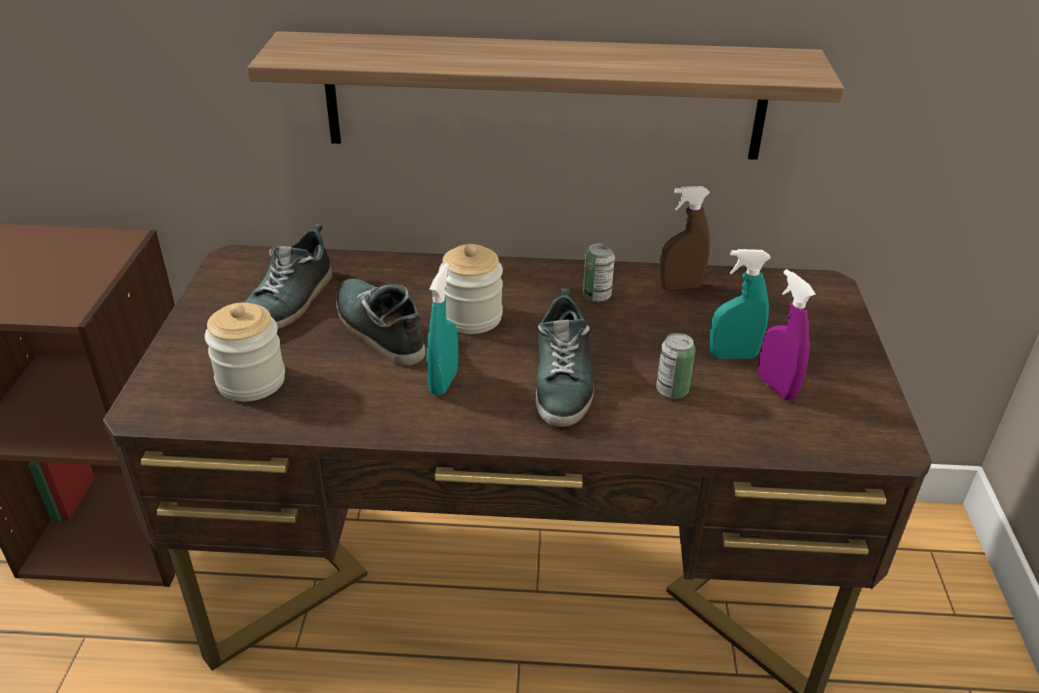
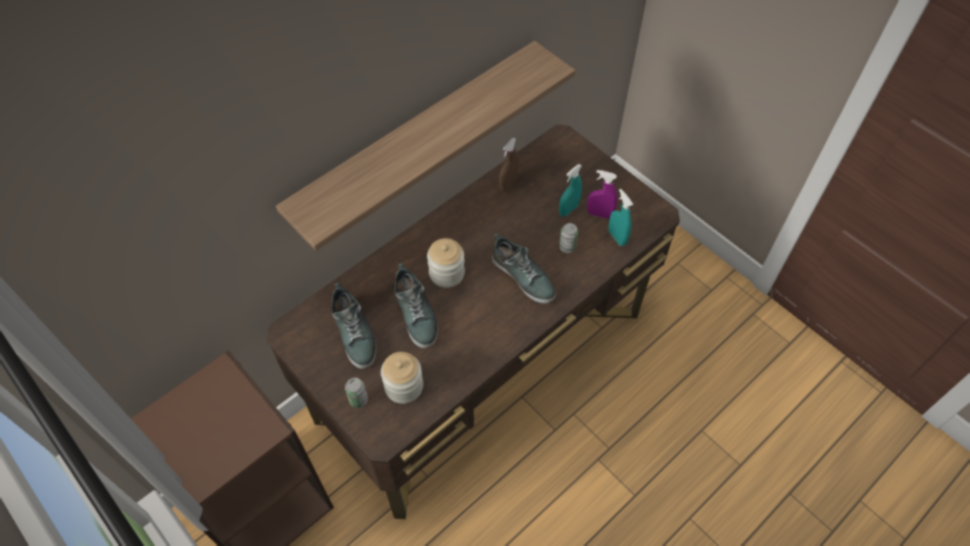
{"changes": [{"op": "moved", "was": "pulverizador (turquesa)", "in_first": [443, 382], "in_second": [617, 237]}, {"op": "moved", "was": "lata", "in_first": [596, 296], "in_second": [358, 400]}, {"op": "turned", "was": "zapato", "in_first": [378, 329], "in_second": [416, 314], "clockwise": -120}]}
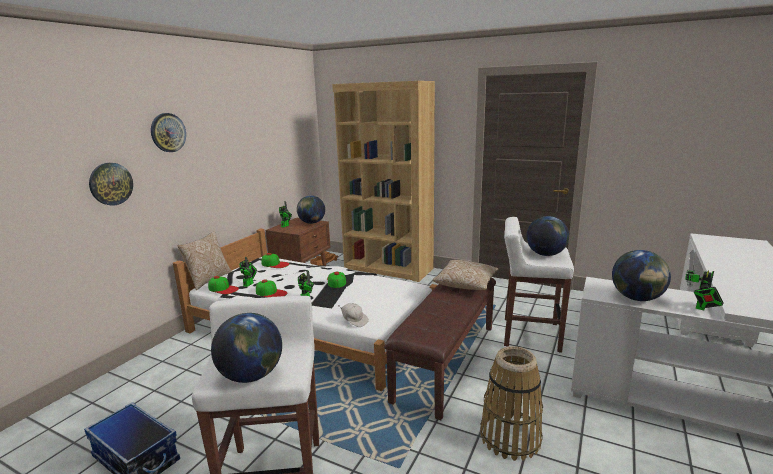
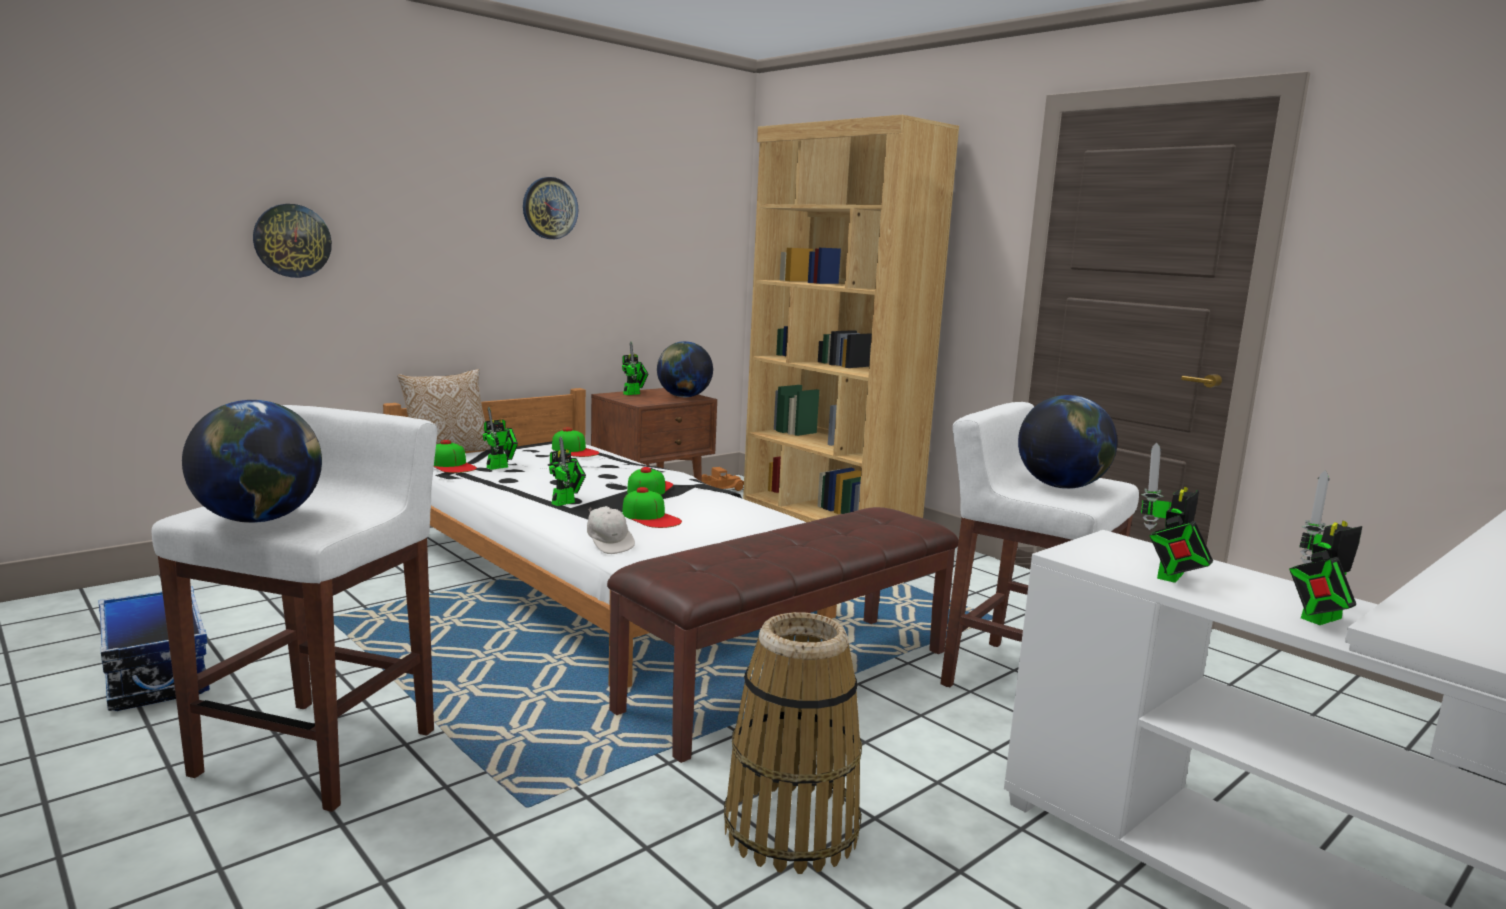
{"changes": [{"op": "removed", "was": "cojín", "in_first": [466, 284]}, {"op": "moved", "was": "reloj de pared", "in_first": [168, 132], "in_second": [549, 208]}, {"op": "moved", "was": "gorra", "in_first": [271, 293], "in_second": [651, 517]}, {"op": "replaced", "was": "globo terráqueo", "now": "robot de juguete", "in_first": [637, 298], "in_second": [1168, 577]}]}
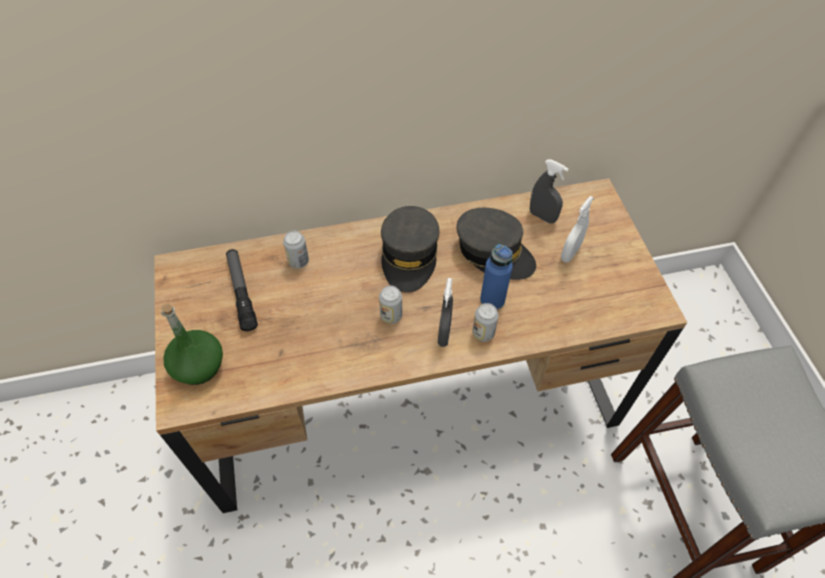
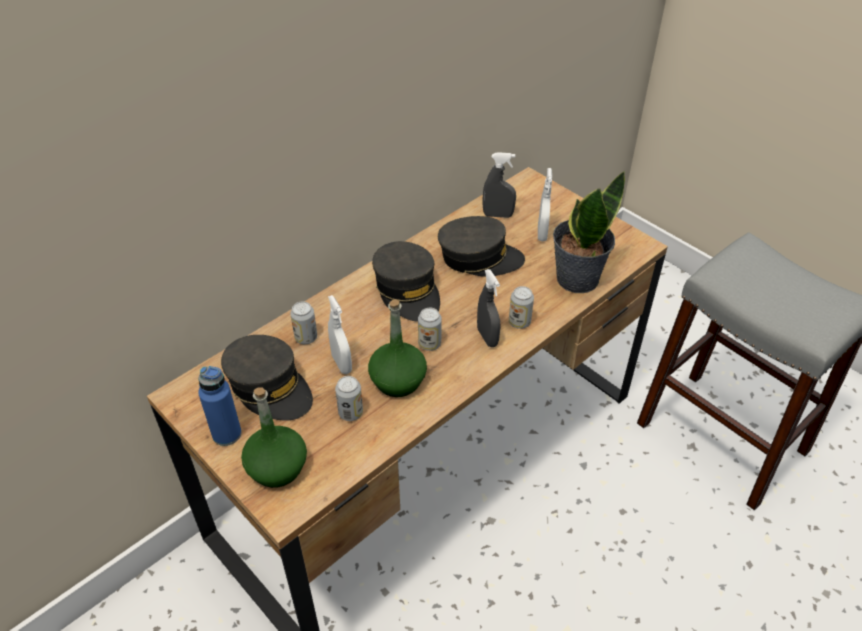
{"changes": [{"op": "added", "now": "pulverizador (blanco)", "in_second": [341, 363]}, {"op": "added", "now": "lata", "in_second": [350, 413]}, {"op": "added", "now": "botella (verde)", "in_second": [397, 381]}, {"op": "added", "now": "planta en maceta", "in_second": [576, 278]}, {"op": "moved", "was": "botella (azul)", "in_first": [492, 300], "in_second": [227, 434]}, {"op": "replaced", "was": "linterna", "now": "gorra (gris)", "in_first": [241, 292], "in_second": [269, 387]}]}
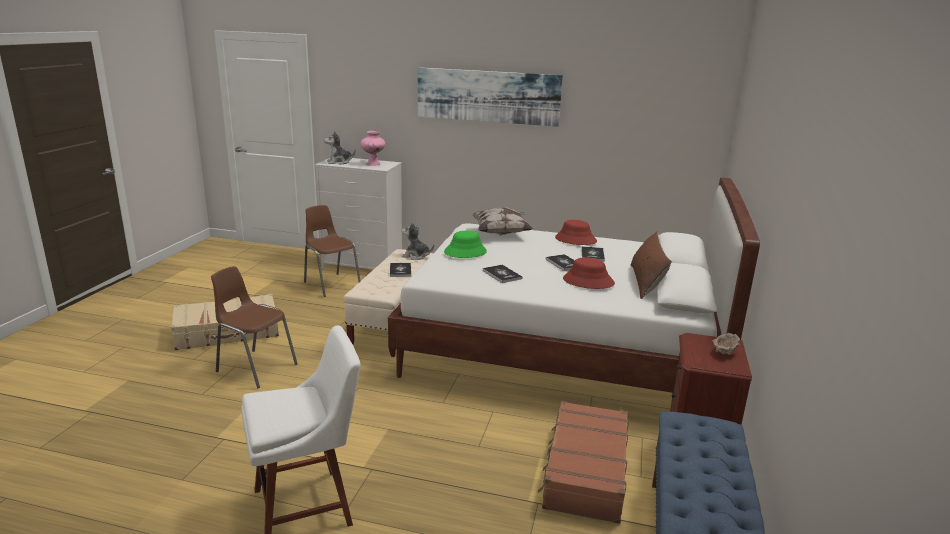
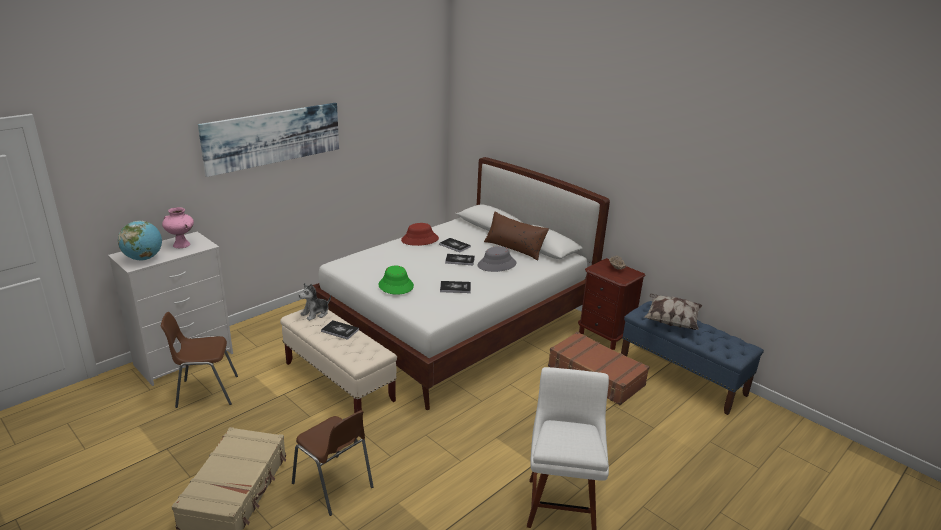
{"changes": [{"op": "moved", "was": "cojín", "in_first": [501, 233], "in_second": [671, 321]}, {"op": "replaced", "was": "peluche", "now": "globo terráqueo", "in_first": [339, 162], "in_second": [144, 258]}, {"op": "recoloured", "was": "sombrero (rojo)", "now": "sombrero (gris)", "in_first": [588, 281], "in_second": [497, 264]}, {"op": "turned", "was": "silla (marrón)", "in_first": [255, 367], "in_second": [334, 486], "clockwise": -105}]}
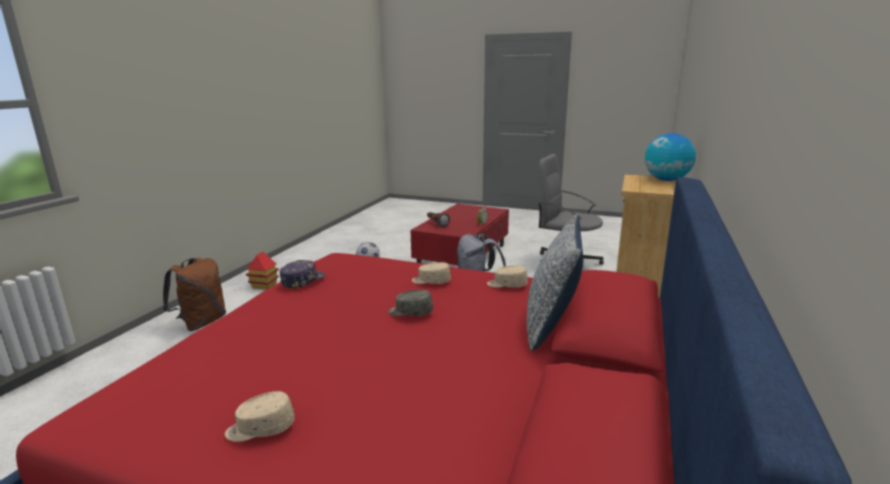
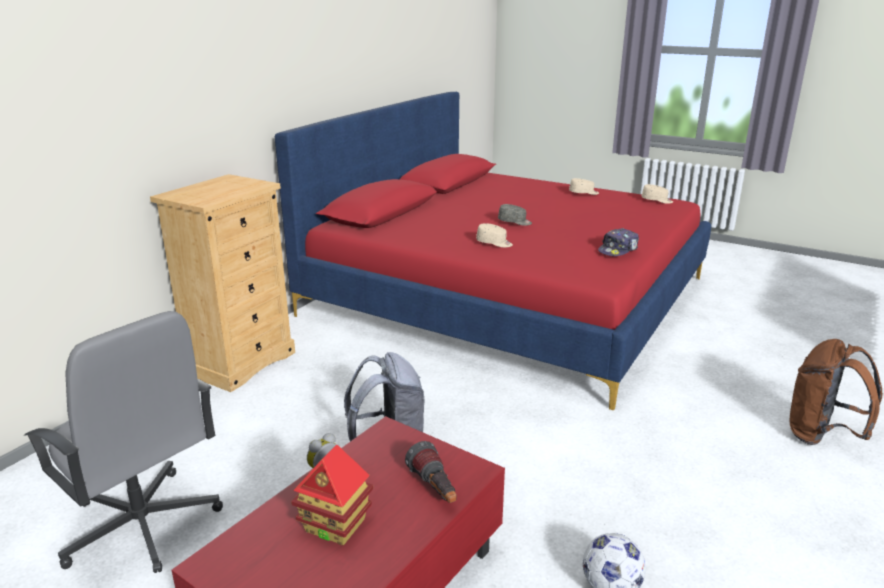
{"changes": [{"op": "removed", "was": "cojín", "in_first": [551, 324]}, {"op": "removed", "was": "globo terráqueo", "in_first": [666, 180]}, {"op": "moved", "was": "casita", "in_first": [264, 286], "in_second": [335, 525]}, {"op": "moved", "was": "gorra (beis)", "in_first": [507, 285], "in_second": [657, 200]}]}
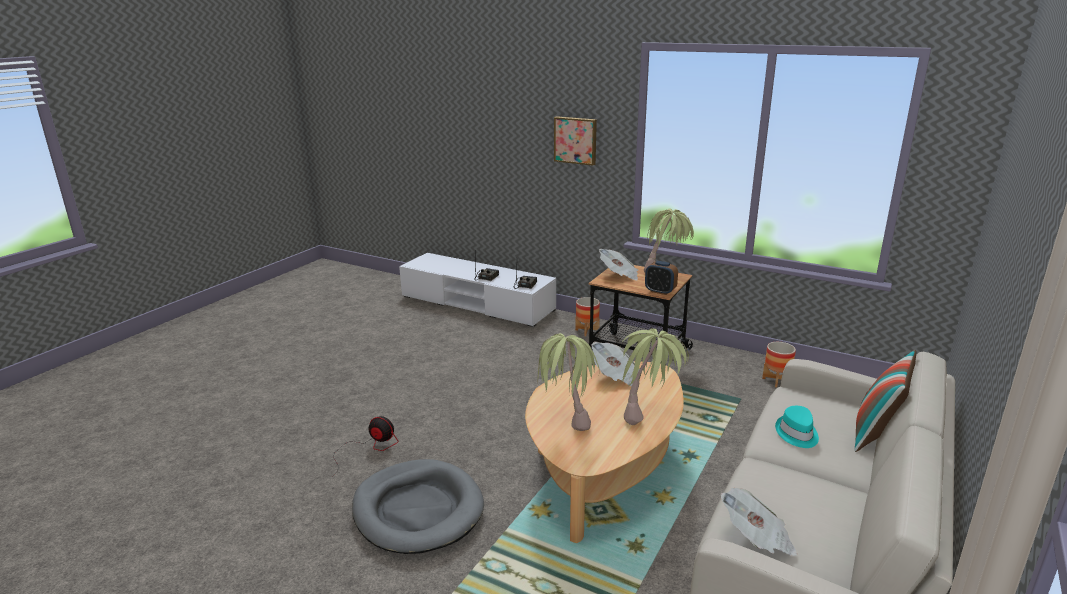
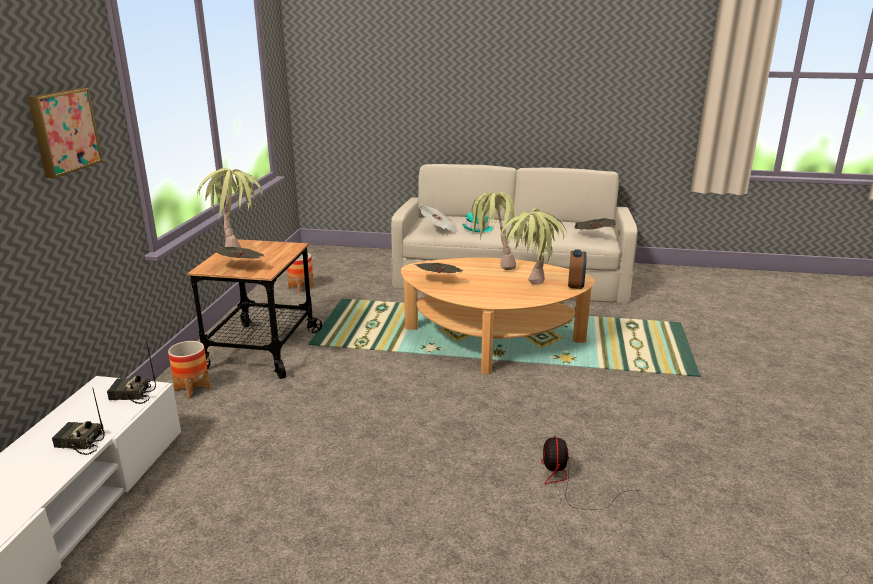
{"changes": [{"op": "removed", "was": "cama para perro (gris)", "in_first": [418, 510]}, {"op": "removed", "was": "cojín", "in_first": [877, 434]}, {"op": "added", "now": "periódico", "in_second": [439, 230]}, {"op": "moved", "was": "despertador", "in_first": [660, 291], "in_second": [575, 285]}]}
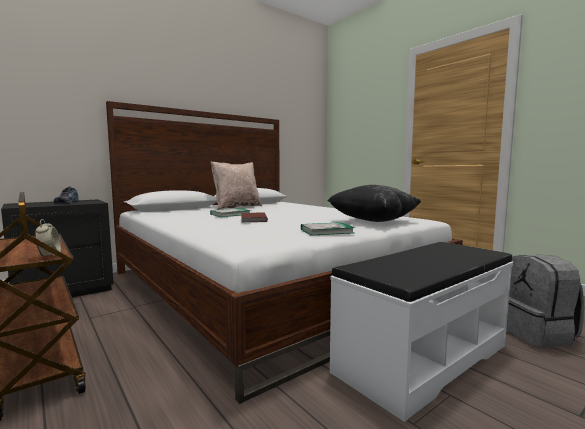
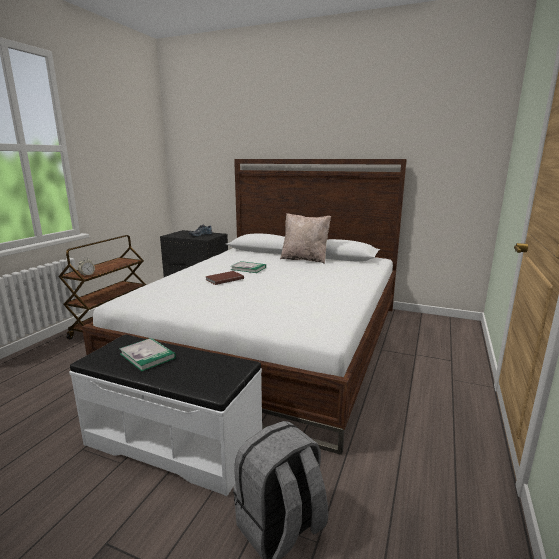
{"changes": [{"op": "removed", "was": "cojín (negro)", "in_first": [373, 221]}, {"op": "moved", "was": "libro", "in_first": [327, 231], "in_second": [147, 356]}]}
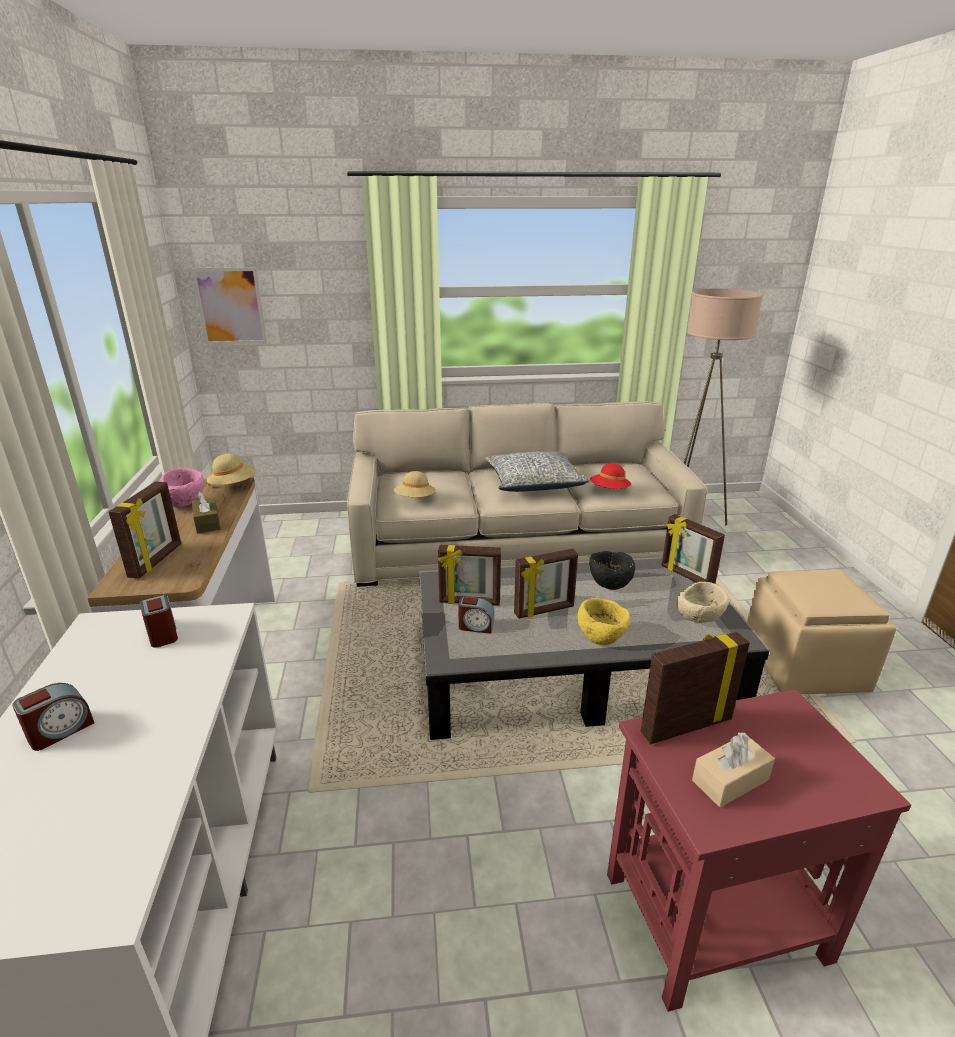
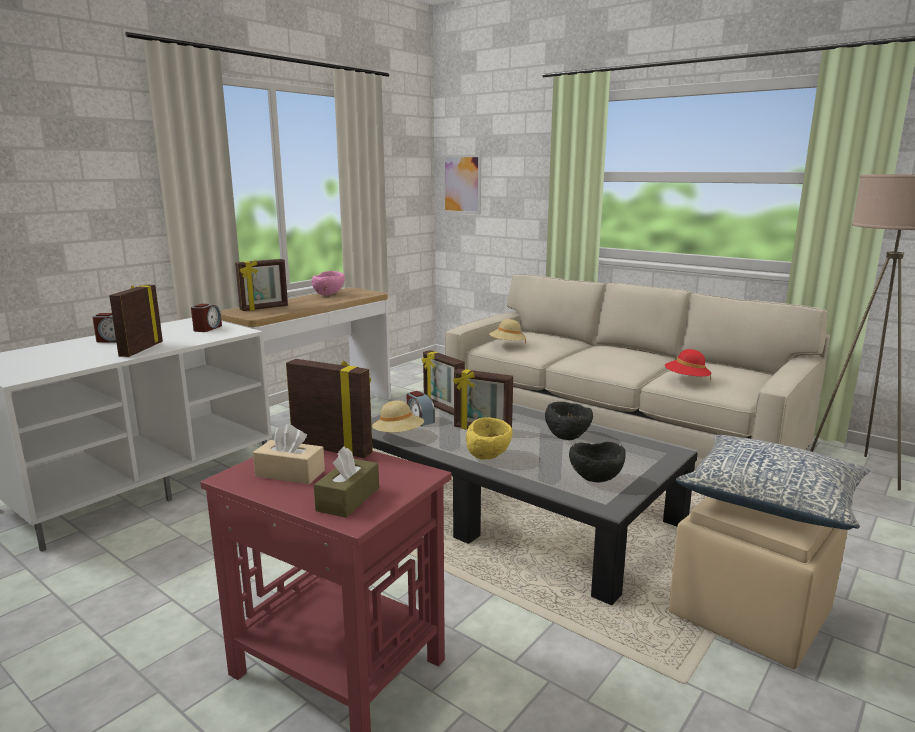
{"changes": [{"op": "moved", "was": "caja de pañuelos (marrón)", "in_first": [207, 523], "in_second": [348, 499]}, {"op": "moved", "was": "sombrero (beis)", "in_first": [233, 486], "in_second": [398, 435]}, {"op": "moved", "was": "cojín", "in_first": [534, 483], "in_second": [772, 499]}, {"op": "moved", "was": "portarretratos", "in_first": [686, 576], "in_second": [140, 349]}, {"op": "recoloured", "was": "cuenco (beis)", "now": "cuenco (negro)", "in_first": [699, 619], "in_second": [595, 481]}]}
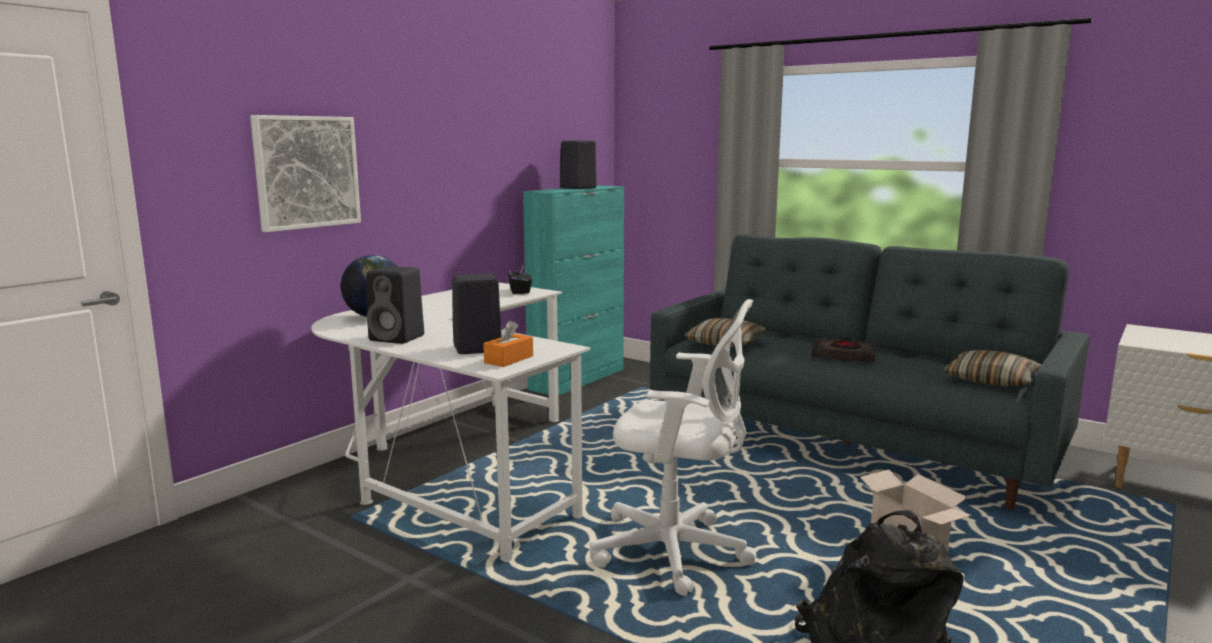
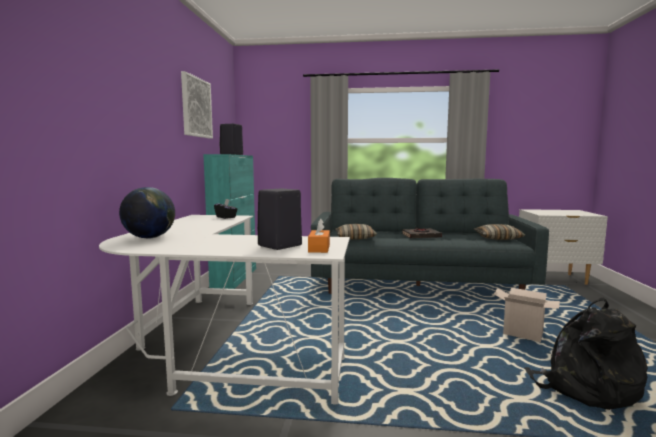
{"changes": [{"op": "removed", "was": "altavoz (negro)", "in_first": [398, 338]}, {"op": "removed", "was": "silla de oficina (blanco)", "in_first": [676, 553]}, {"op": "moved", "was": "cuadro", "in_first": [306, 172], "in_second": [196, 107]}]}
